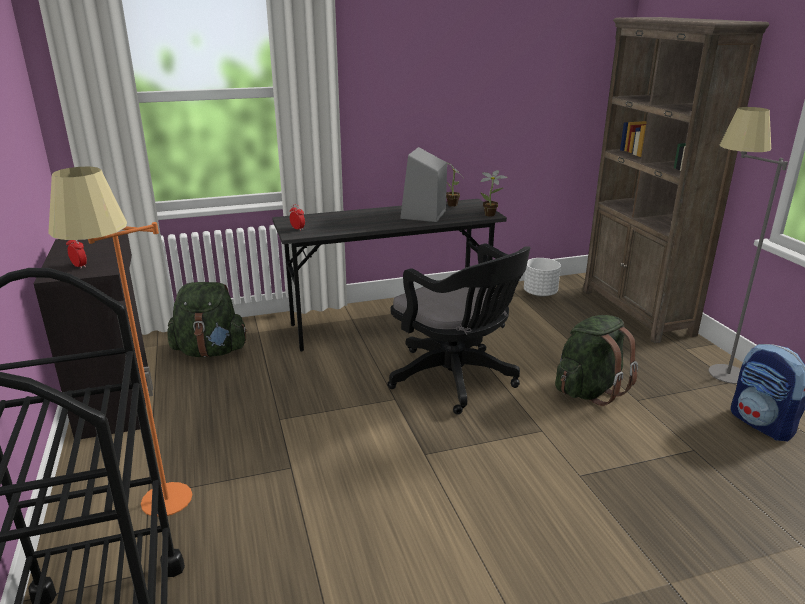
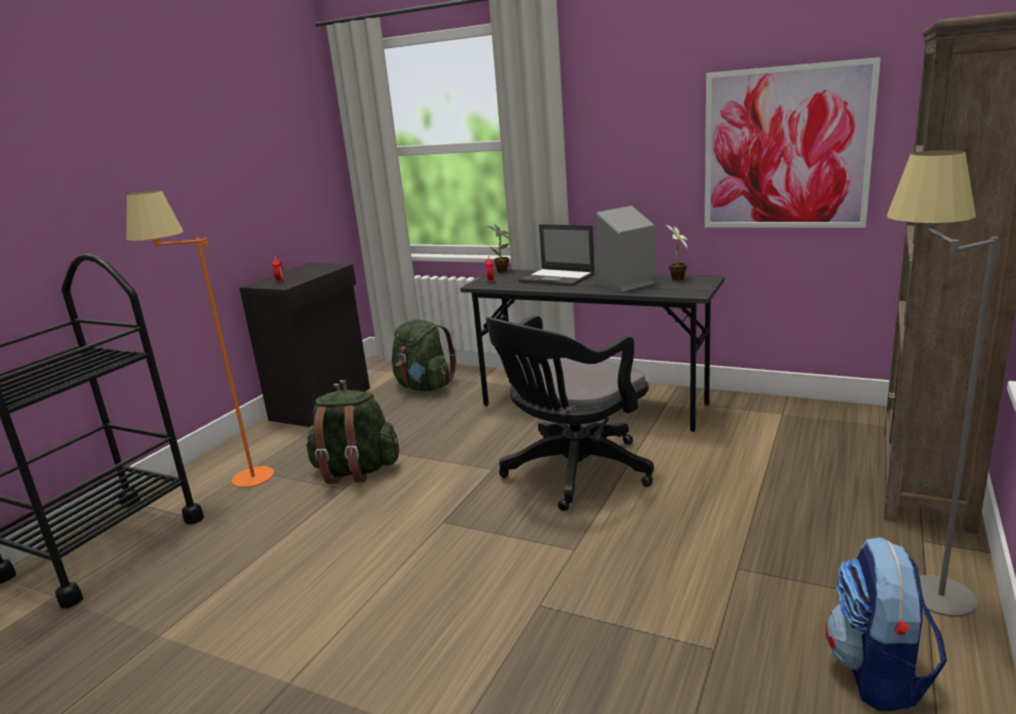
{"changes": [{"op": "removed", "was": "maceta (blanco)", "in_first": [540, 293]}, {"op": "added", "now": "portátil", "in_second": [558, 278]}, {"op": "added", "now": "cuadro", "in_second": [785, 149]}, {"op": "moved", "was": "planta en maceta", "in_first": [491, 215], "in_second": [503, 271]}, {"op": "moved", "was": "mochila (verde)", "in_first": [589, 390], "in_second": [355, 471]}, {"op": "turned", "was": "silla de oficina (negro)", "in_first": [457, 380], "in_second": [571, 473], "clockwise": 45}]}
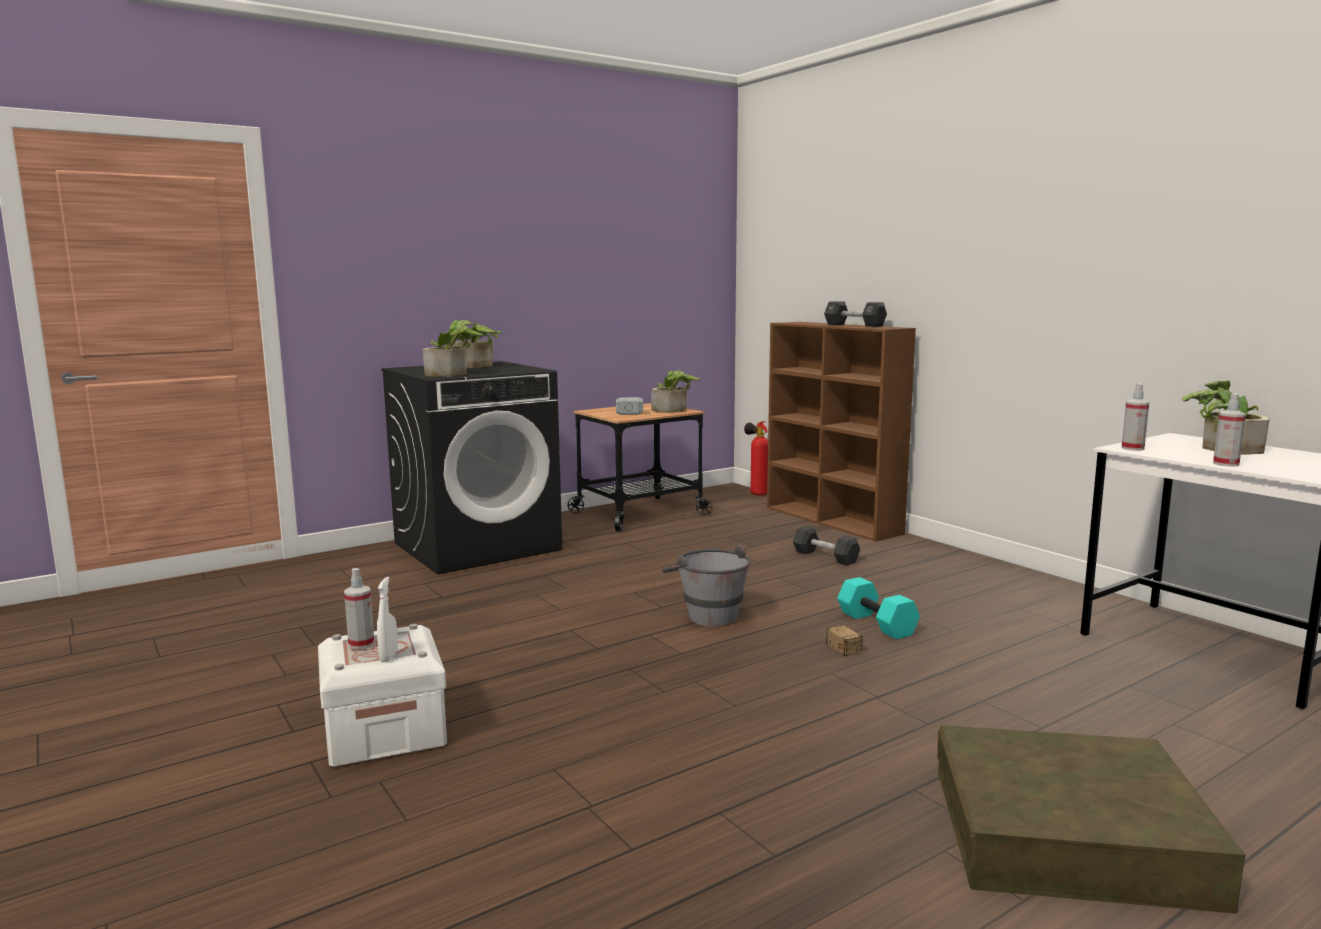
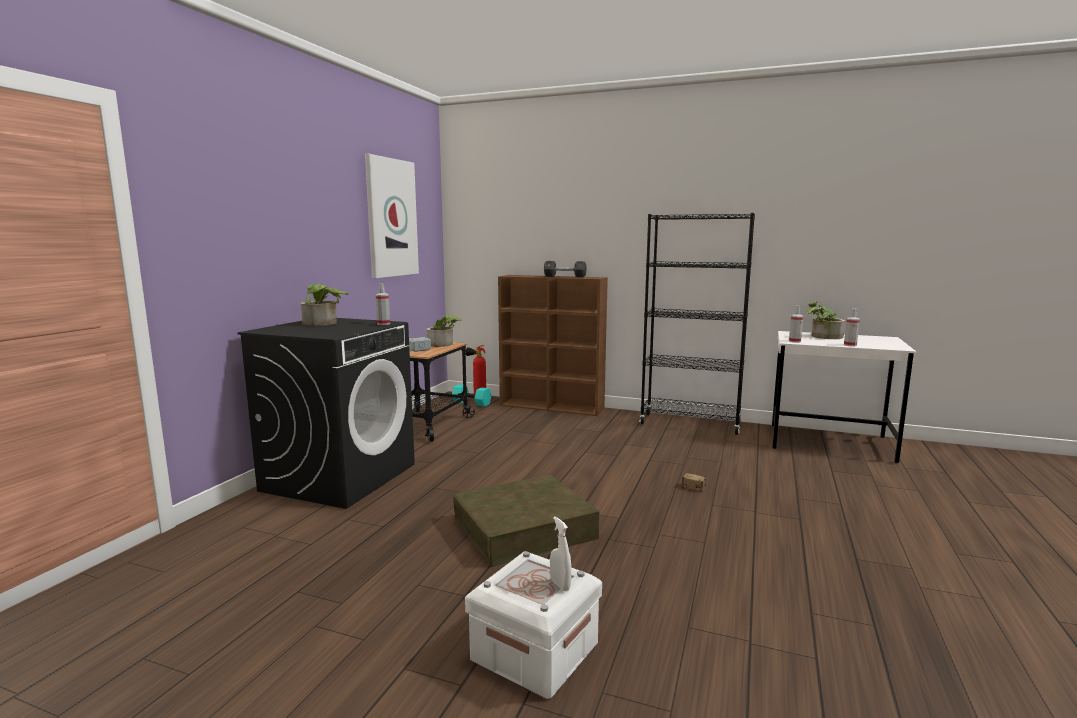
{"changes": [{"op": "removed", "was": "planta en maceta", "in_first": [452, 374]}, {"op": "removed", "was": "cubo (gris)", "in_first": [706, 614]}, {"op": "removed", "was": "mancuerna (negro)", "in_first": [825, 557]}, {"op": "added", "now": "cuadro", "in_second": [391, 218]}, {"op": "added", "now": "estantería (negro)", "in_second": [690, 424]}, {"op": "moved", "was": "pulverizador", "in_first": [361, 644], "in_second": [383, 324]}, {"op": "moved", "was": "mancuerna (turquesa)", "in_first": [878, 624], "in_second": [472, 403]}, {"op": "moved", "was": "caja de almacenaje (marrón)", "in_first": [1069, 834], "in_second": [524, 529]}]}
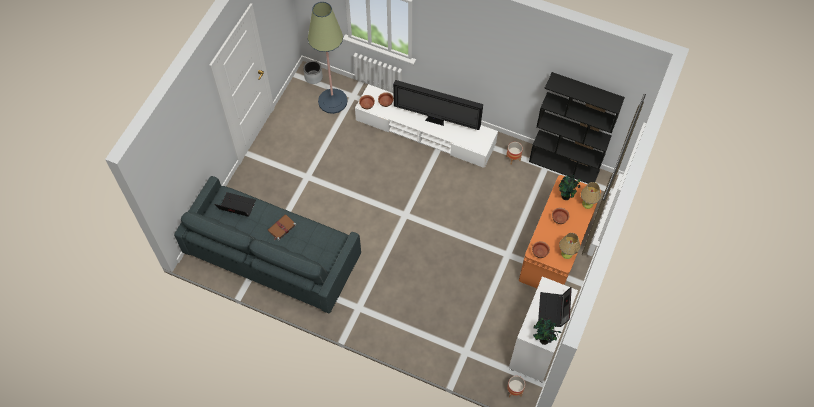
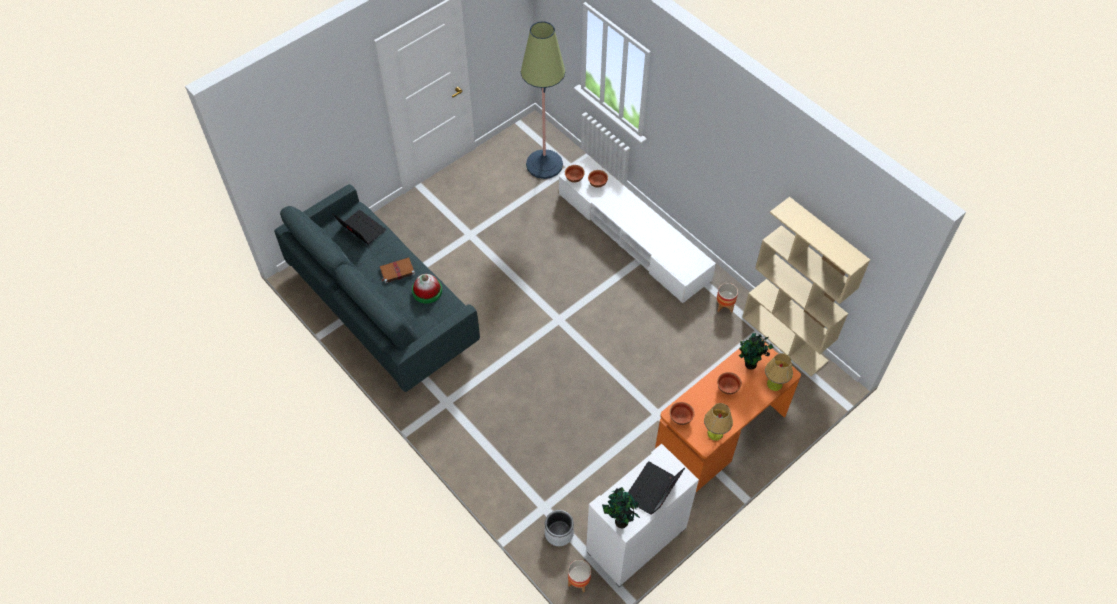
{"changes": [{"op": "removed", "was": "televisor", "in_first": [436, 121]}, {"op": "added", "now": "sombrero", "in_second": [427, 291]}, {"op": "moved", "was": "maceta (gris)", "in_first": [313, 77], "in_second": [559, 533]}, {"op": "recoloured", "was": "estantería (negro)", "now": "estantería (beis)", "in_first": [564, 166], "in_second": [785, 339]}]}
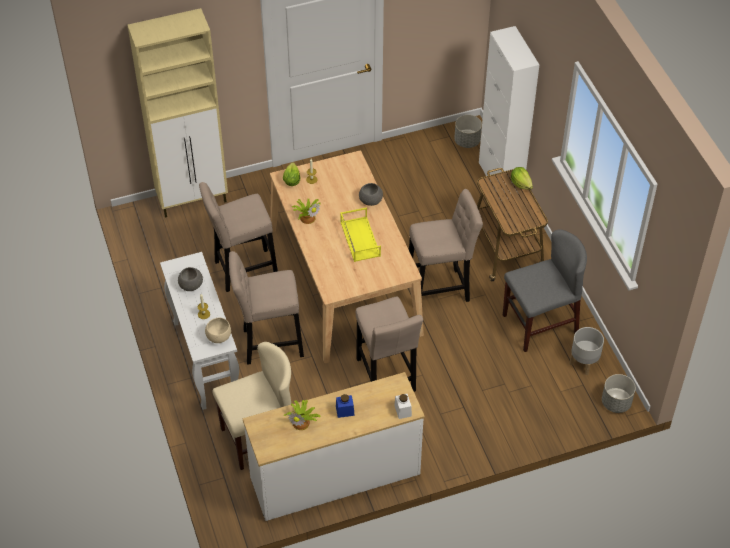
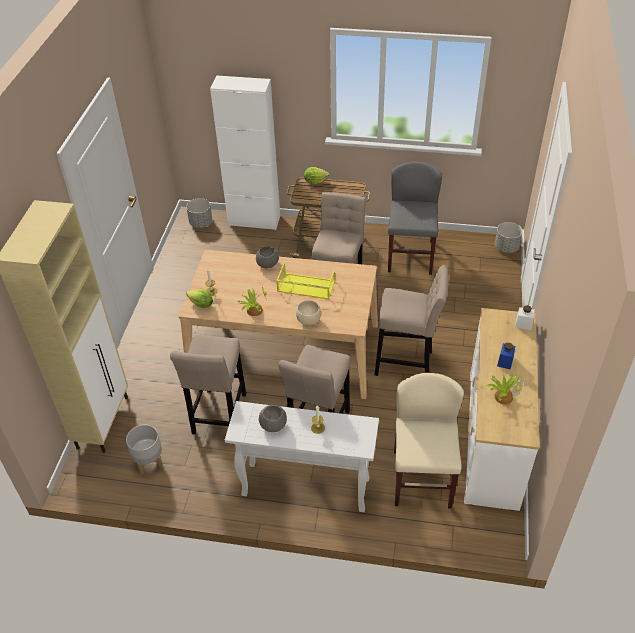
{"changes": [{"op": "moved", "was": "cuenco (beis)", "in_first": [218, 337], "in_second": [308, 321]}, {"op": "moved", "was": "maceta (gris)", "in_first": [584, 362], "in_second": [149, 462]}]}
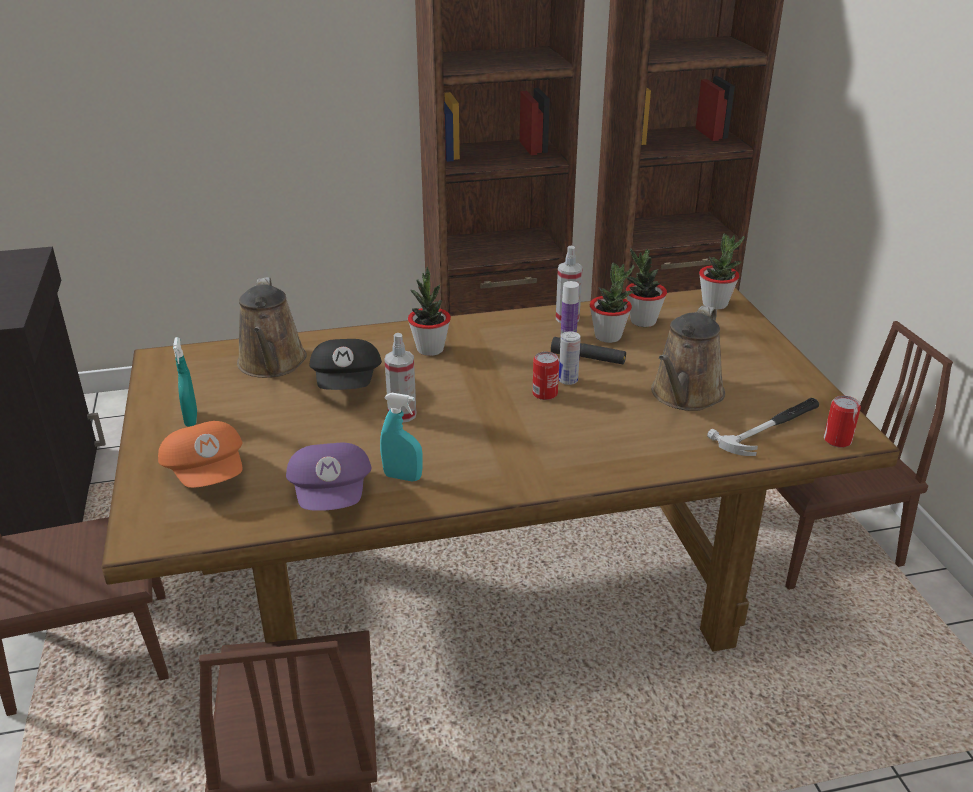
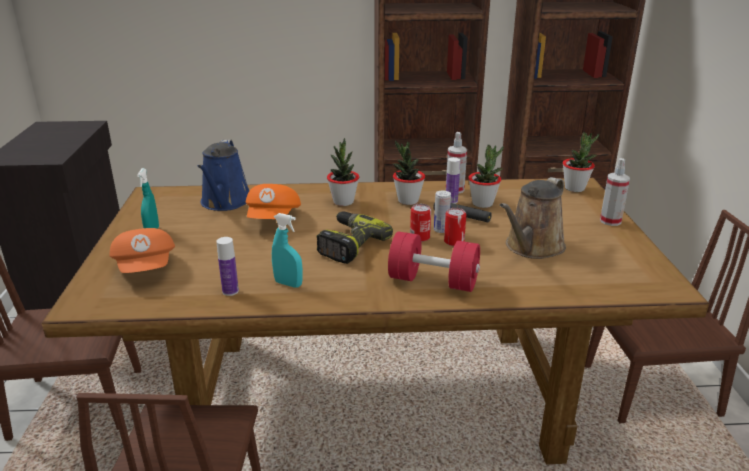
{"changes": [{"op": "removed", "was": "martillo", "in_first": [770, 428]}, {"op": "added", "now": "taladro", "in_second": [348, 244]}, {"op": "added", "now": "mancuerna (rojo)", "in_second": [433, 281]}, {"op": "moved", "was": "pulverizador", "in_first": [402, 414], "in_second": [610, 221]}, {"op": "moved", "was": "planta en maceta", "in_first": [643, 321], "in_second": [408, 201]}, {"op": "moved", "was": "lata", "in_first": [837, 440], "in_second": [454, 242]}, {"op": "replaced", "was": "gorra (morado)", "now": "botella", "in_first": [332, 495], "in_second": [230, 291]}, {"op": "recoloured", "was": "regadera (marrón)", "now": "regadera (azul)", "in_first": [272, 364], "in_second": [225, 202]}, {"op": "recoloured", "was": "gorra (negro)", "now": "gorra (naranja)", "in_first": [348, 384], "in_second": [274, 219]}]}
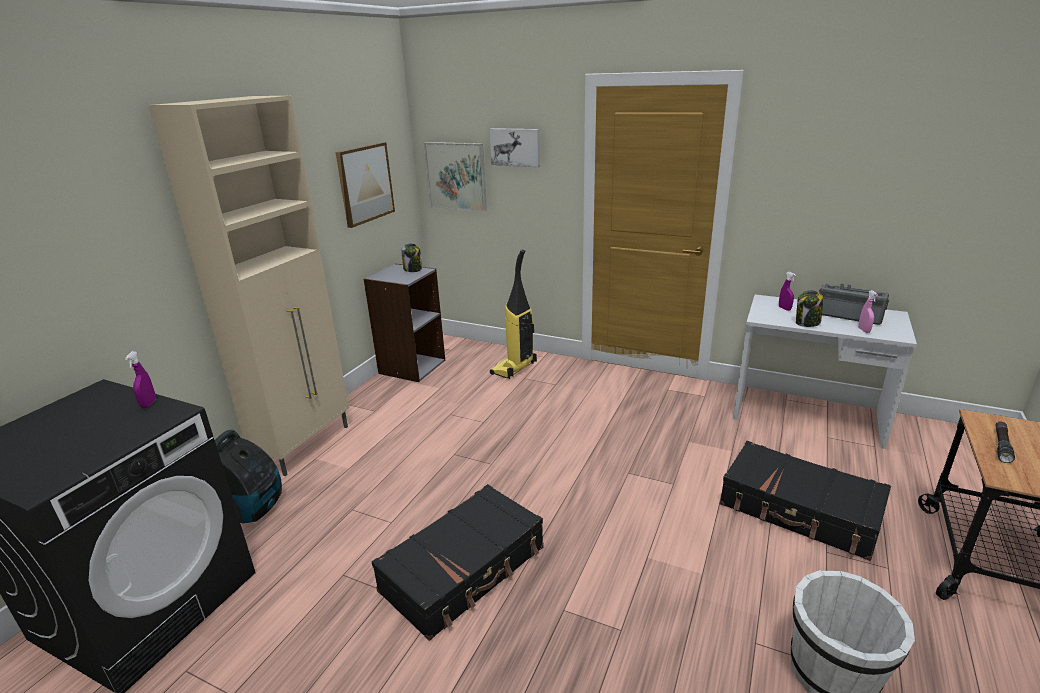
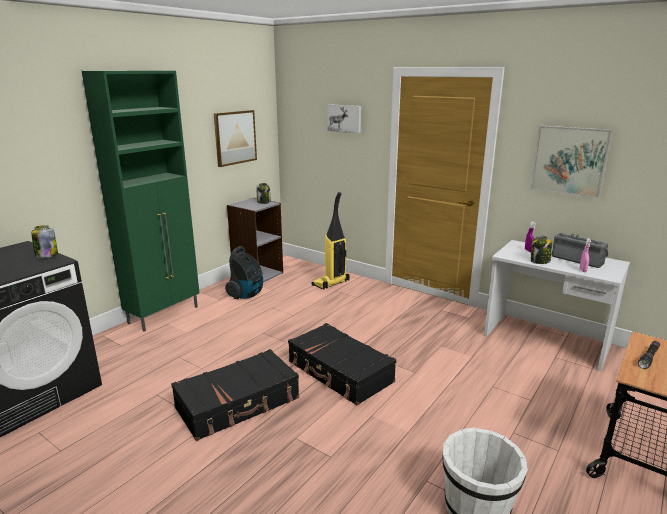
{"changes": [{"op": "moved", "was": "aspiradora", "in_first": [254, 509], "in_second": [247, 295]}, {"op": "moved", "was": "cuadro", "in_first": [456, 176], "in_second": [569, 160]}, {"op": "moved", "was": "maleta (negro)", "in_first": [799, 511], "in_second": [339, 372]}, {"op": "replaced", "was": "pulverizador (morado)", "now": "tarro", "in_first": [148, 404], "in_second": [46, 255]}, {"op": "recoloured", "was": "armario (beis)", "now": "armario (verde)", "in_first": [305, 445], "in_second": [165, 314]}]}
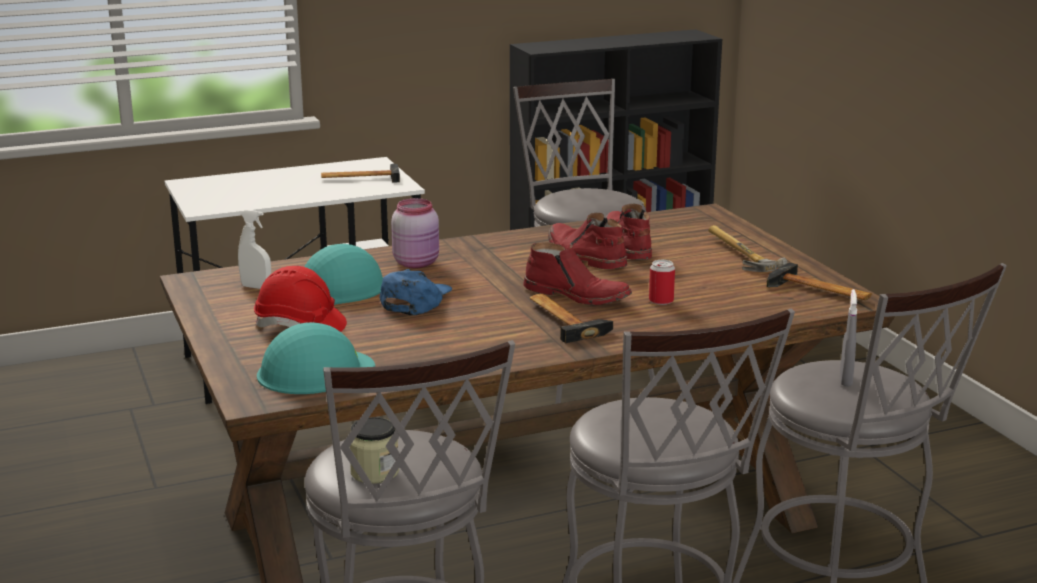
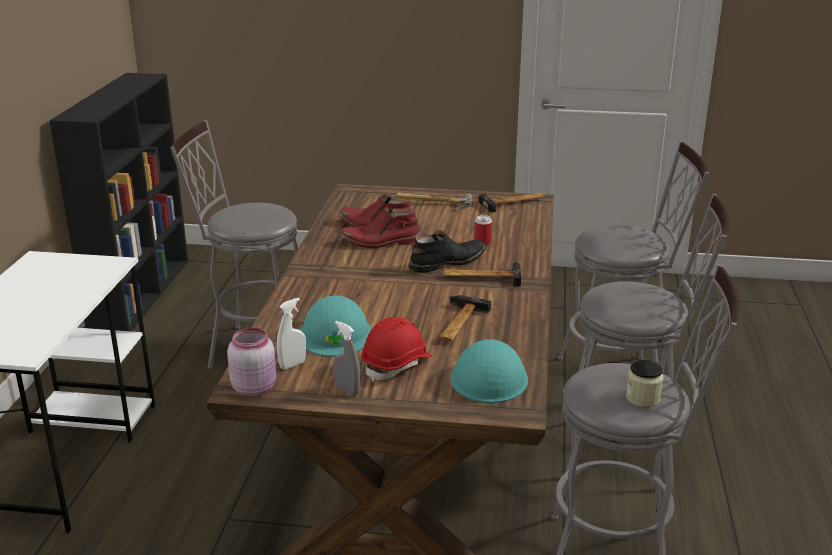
{"changes": [{"op": "removed", "was": "gorra (azul)", "in_first": [415, 300]}, {"op": "moved", "was": "martillo", "in_first": [360, 178], "in_second": [457, 324]}, {"op": "moved", "was": "tarro (rosa)", "in_first": [417, 263], "in_second": [254, 388]}, {"op": "moved", "was": "pulverizador (gris)", "in_first": [846, 380], "in_second": [347, 390]}, {"op": "recoloured", "was": "bota (rojo)", "now": "bota (negro)", "in_first": [577, 295], "in_second": [446, 262]}]}
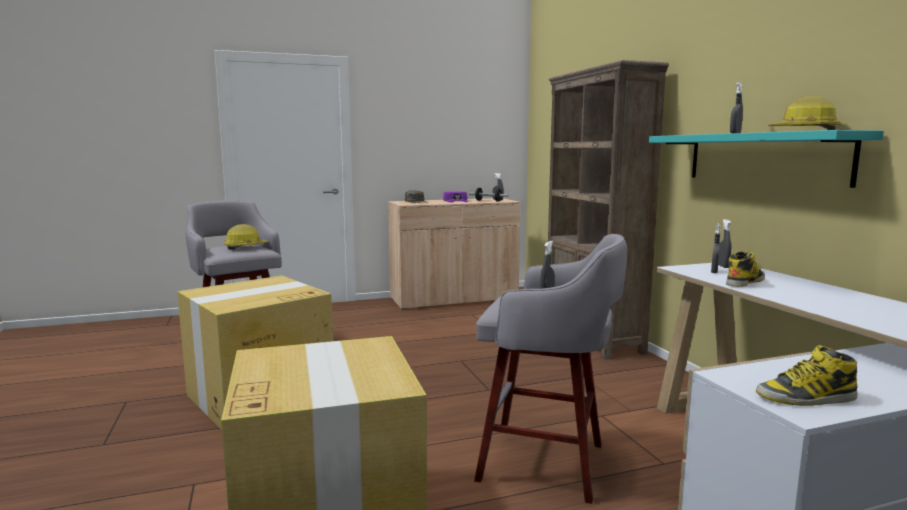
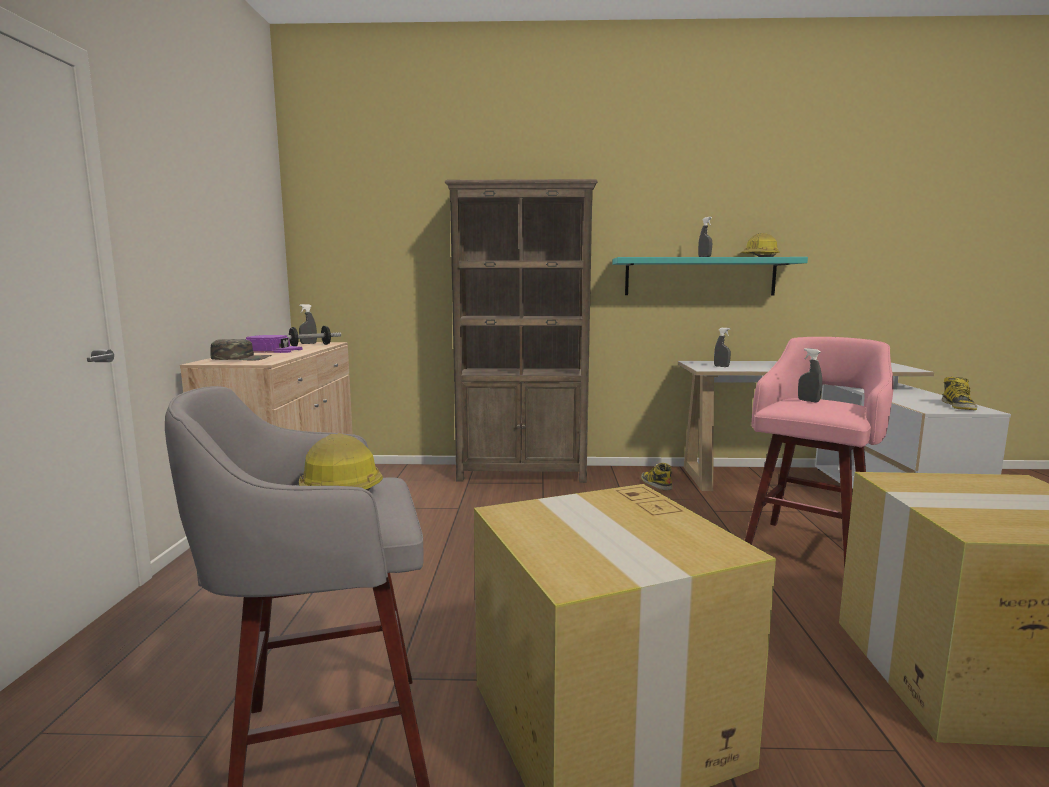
{"changes": [{"op": "removed", "was": "pulverizador (gris)", "in_first": [723, 266]}, {"op": "moved", "was": "bota", "in_first": [745, 282], "in_second": [655, 484]}, {"op": "recoloured", "was": "taburete (gris)", "now": "taburete (rosa)", "in_first": [547, 463], "in_second": [809, 549]}]}
